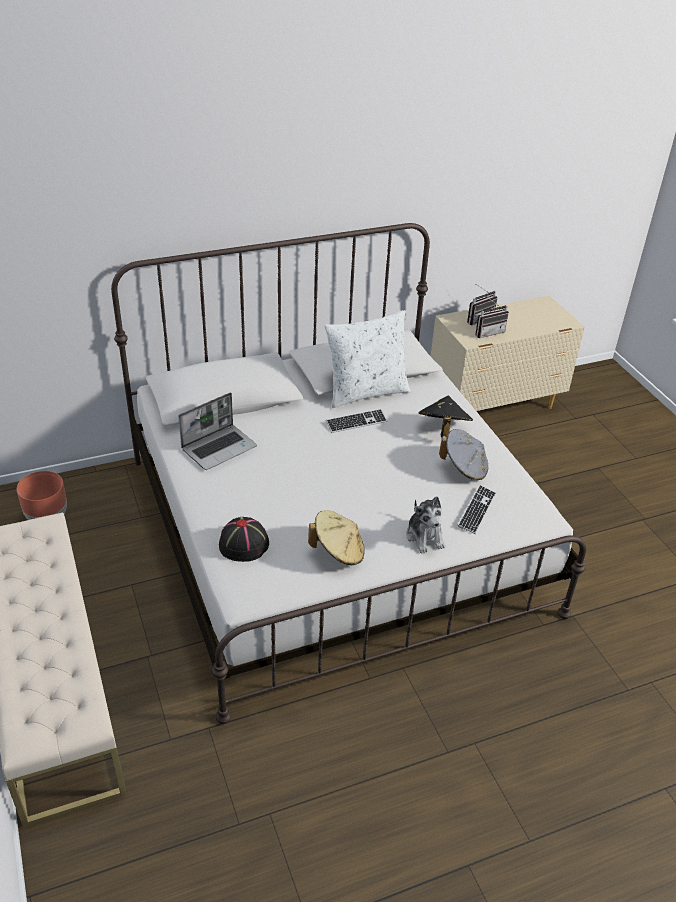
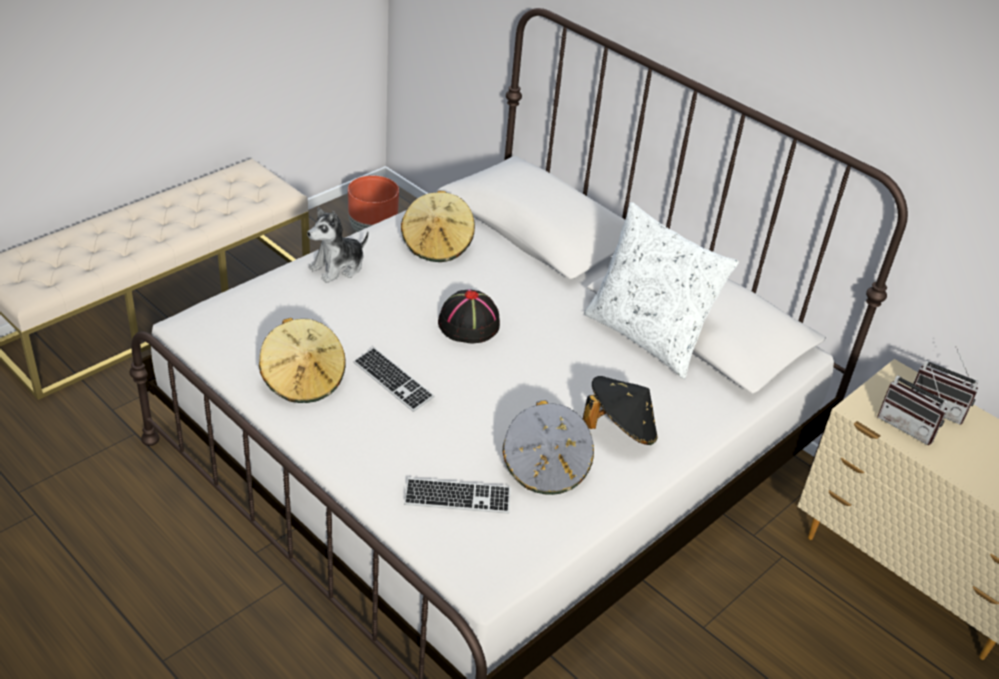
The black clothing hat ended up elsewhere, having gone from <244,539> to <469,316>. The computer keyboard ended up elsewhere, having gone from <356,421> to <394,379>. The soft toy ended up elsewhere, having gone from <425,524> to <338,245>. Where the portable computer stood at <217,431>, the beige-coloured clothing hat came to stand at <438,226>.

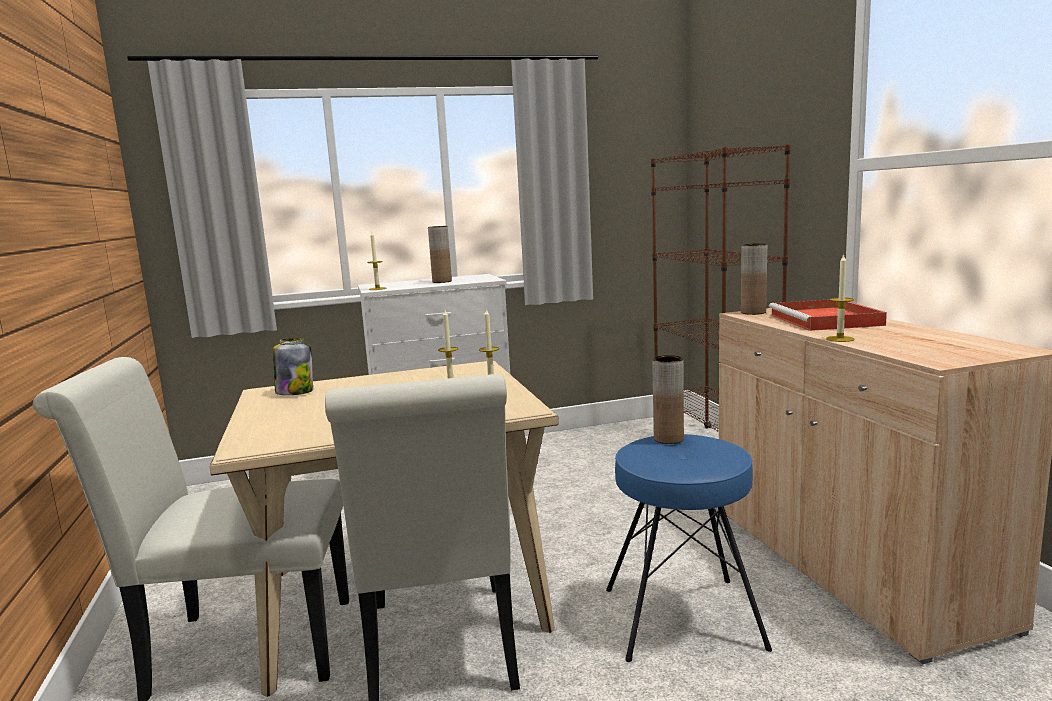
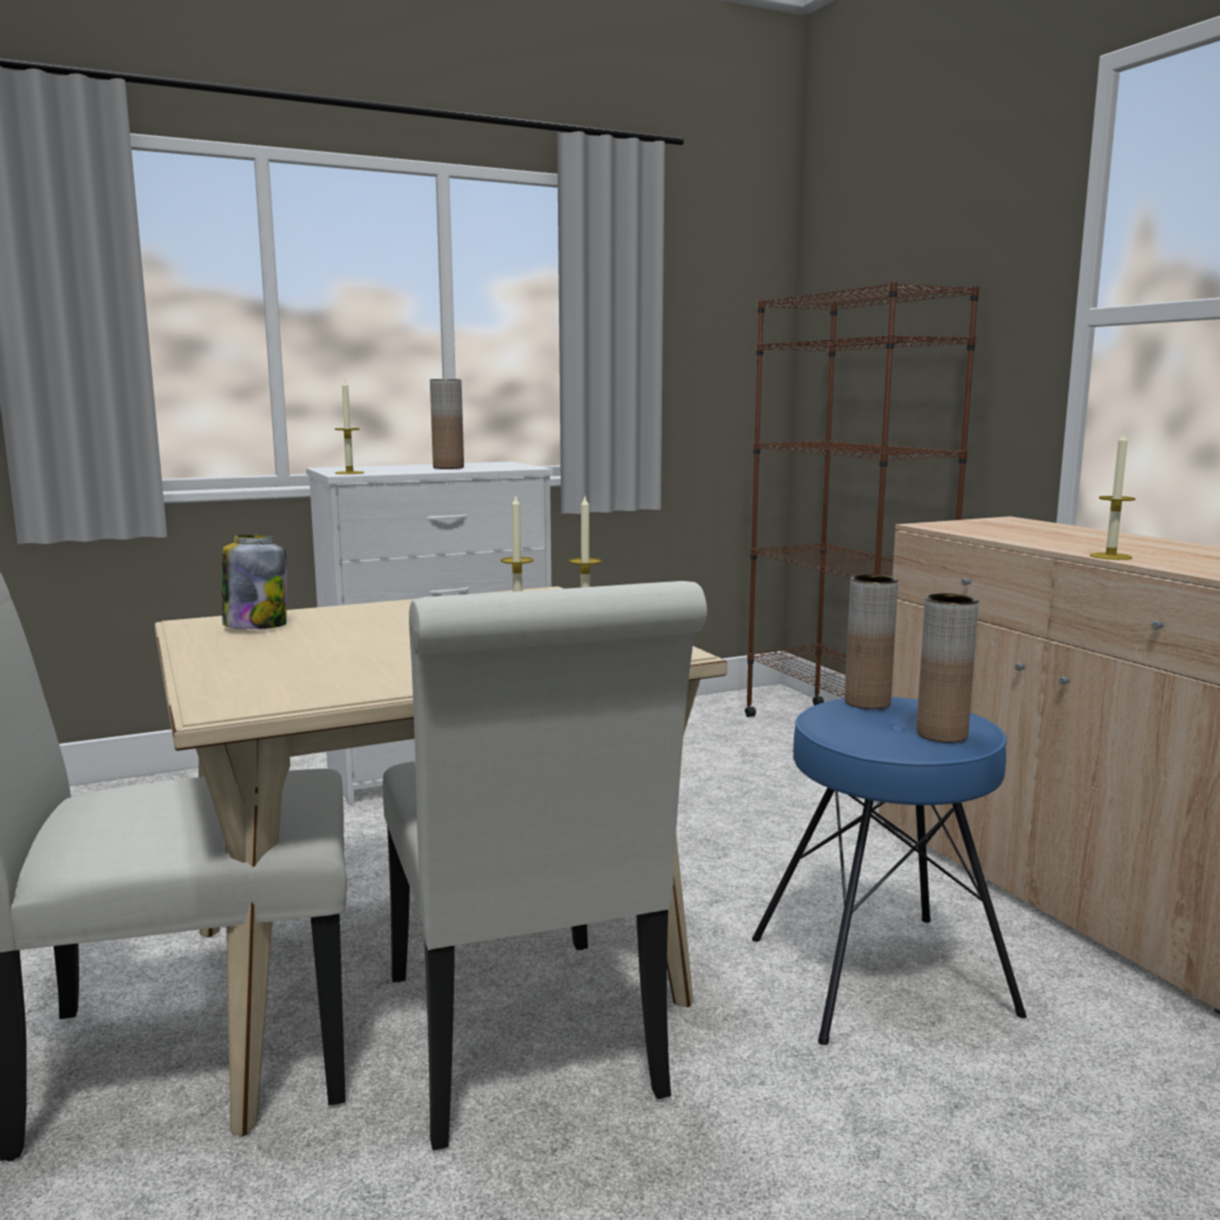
The second view lost the red-coloured carrying tray at <828,315>. The brown flower vase ended up elsewhere, having gone from <754,279> to <947,668>.

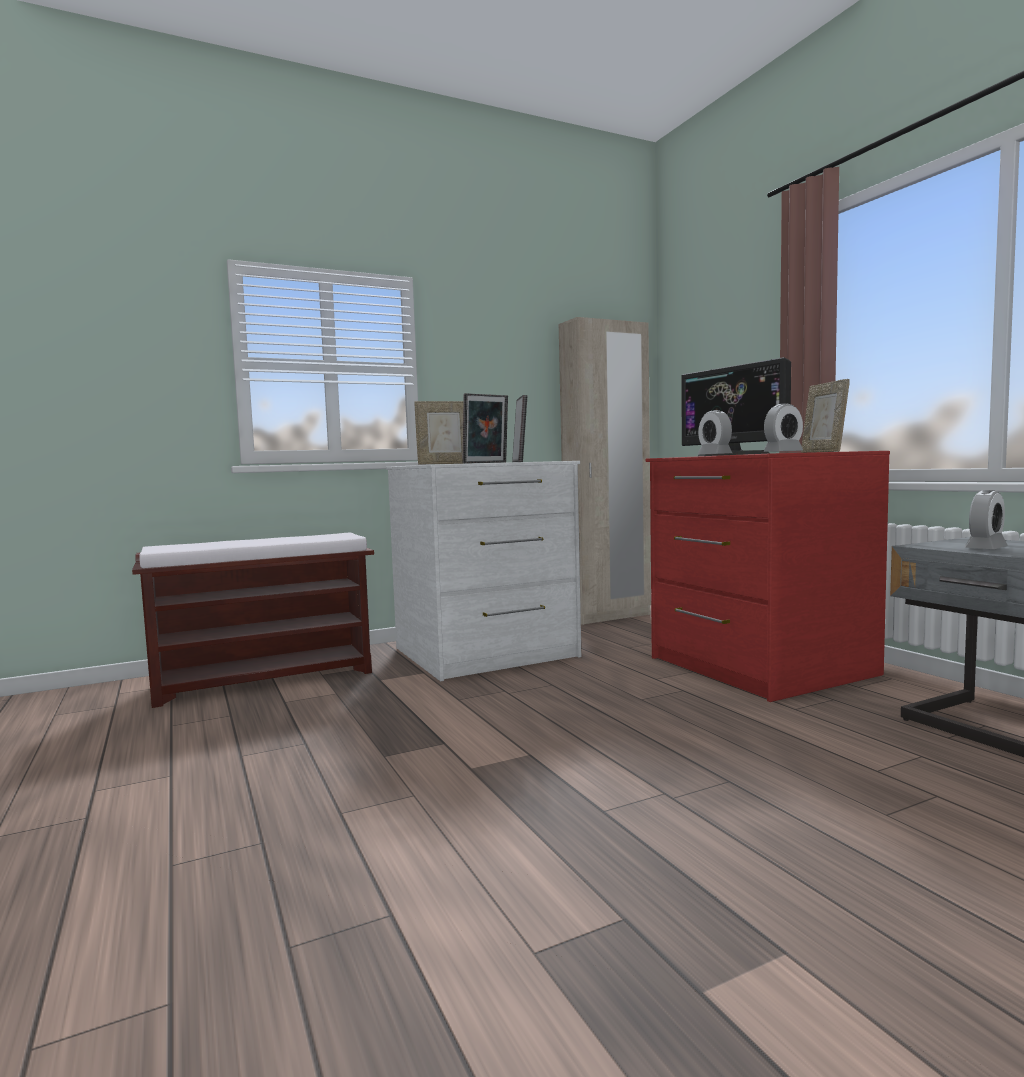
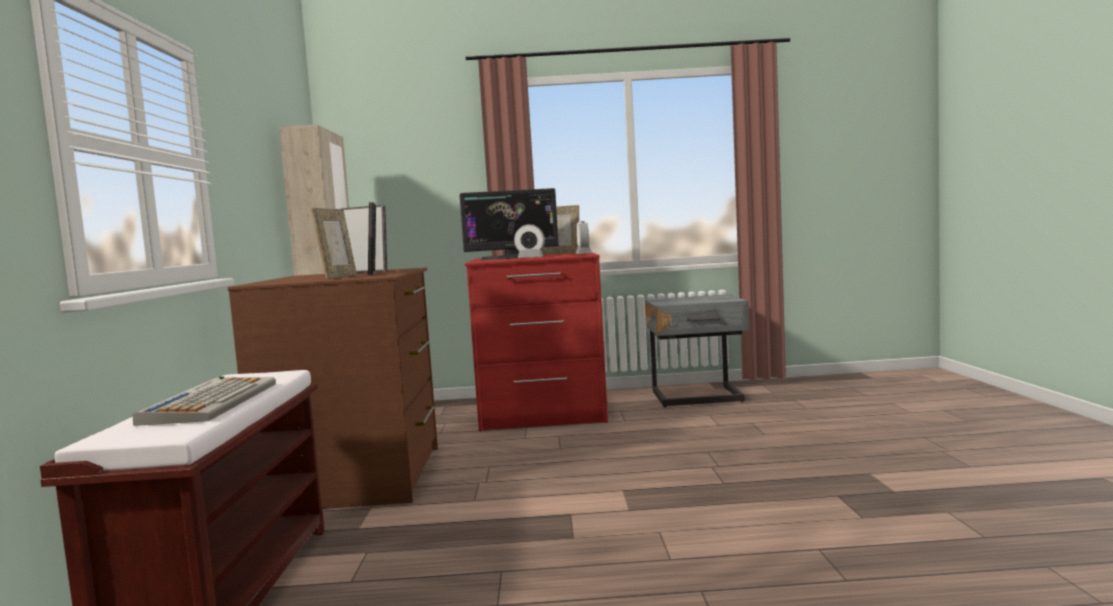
The second view lost the bedside clock at <986,519>. The second view gained the computer keyboard at <204,401>. What was the whitish drawer chest at <483,571> turned into the brown drawer chest at <333,388>.

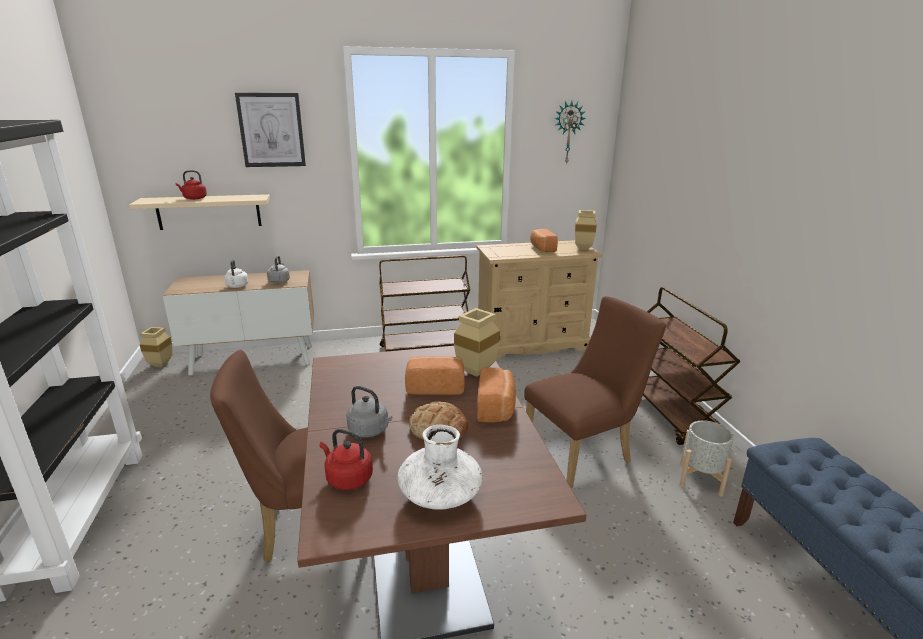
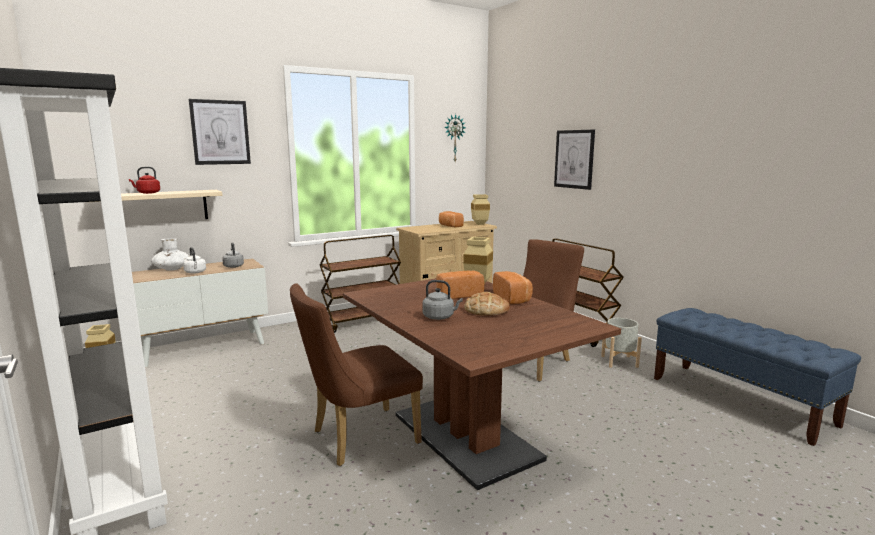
The second view lost the red-coloured kettle at <346,459>. The second view gained the wall picture at <574,160>. The whitish flower vase ended up elsewhere, having gone from <440,467> to <170,254>.

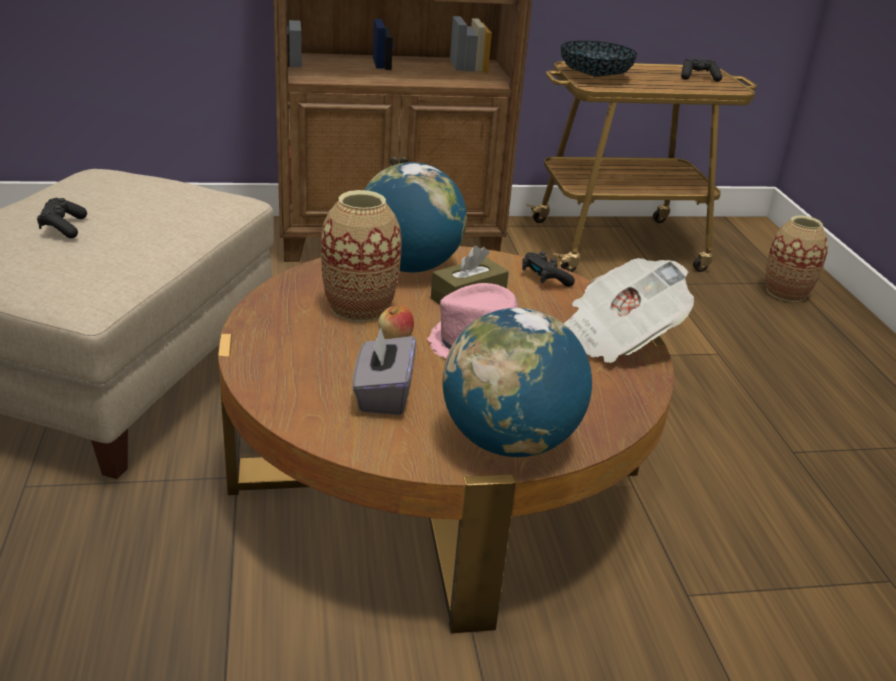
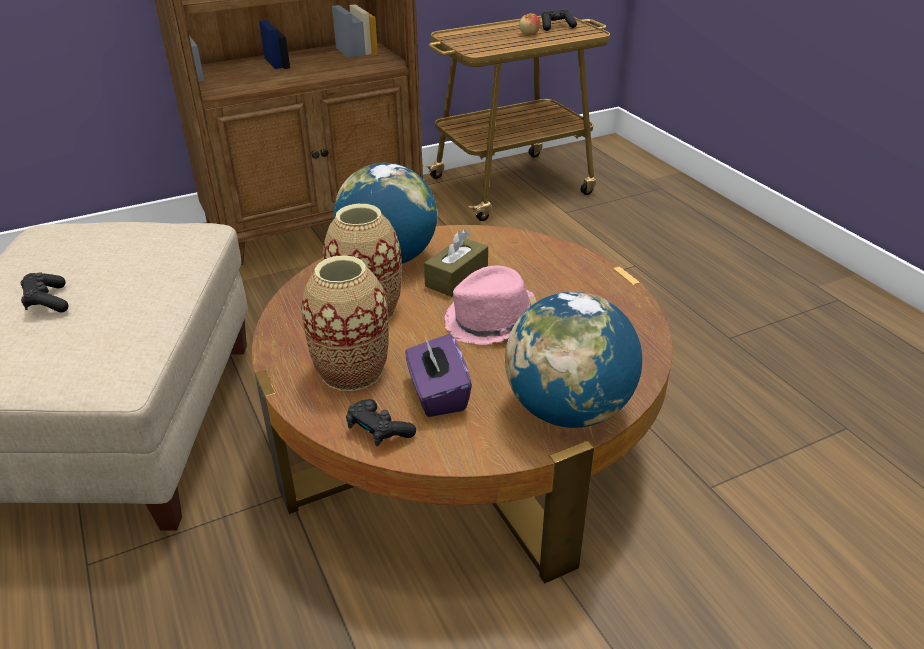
The second view lost the bowl at <599,59>. The second view lost the newspaper at <629,310>. The apple fruit ended up elsewhere, having gone from <396,322> to <529,24>. The black joypad ended up elsewhere, having gone from <548,269> to <381,422>. The flower vase ended up elsewhere, having gone from <796,258> to <345,323>. What was the gray box of tissues at <384,371> turned into the purplish box of tissues at <438,375>.

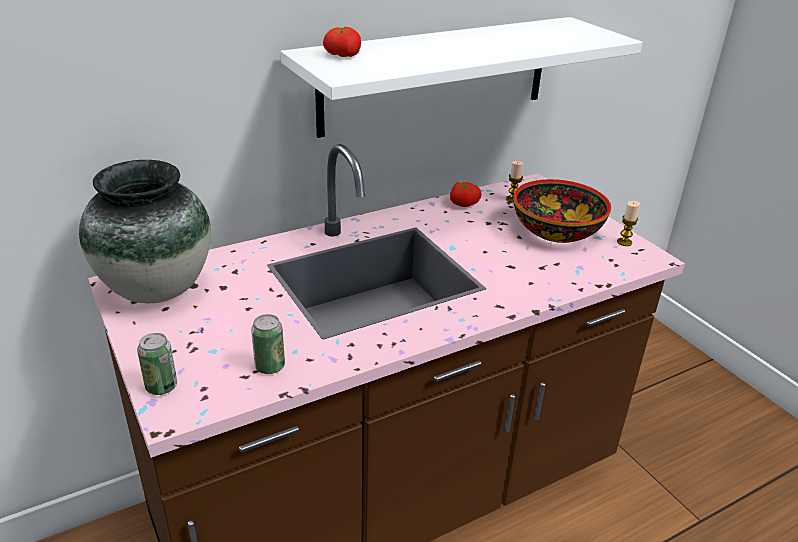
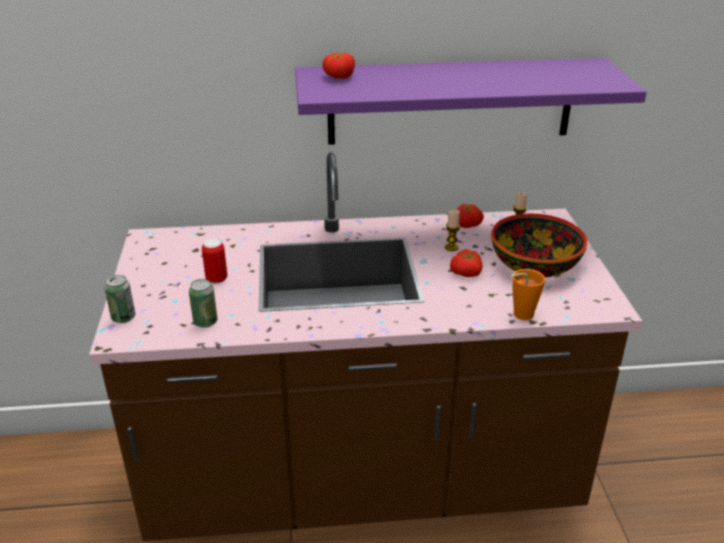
The second view lost the flower vase at <145,231>. The second view gained the can at <214,261>. The second view gained the whole tomato at <466,263>. The second view gained the orangey cup at <528,294>. The candle ended up elsewhere, having gone from <628,223> to <452,230>. What was the whitish bracket shelf at <461,77> turned into the purplish bracket shelf at <471,101>.

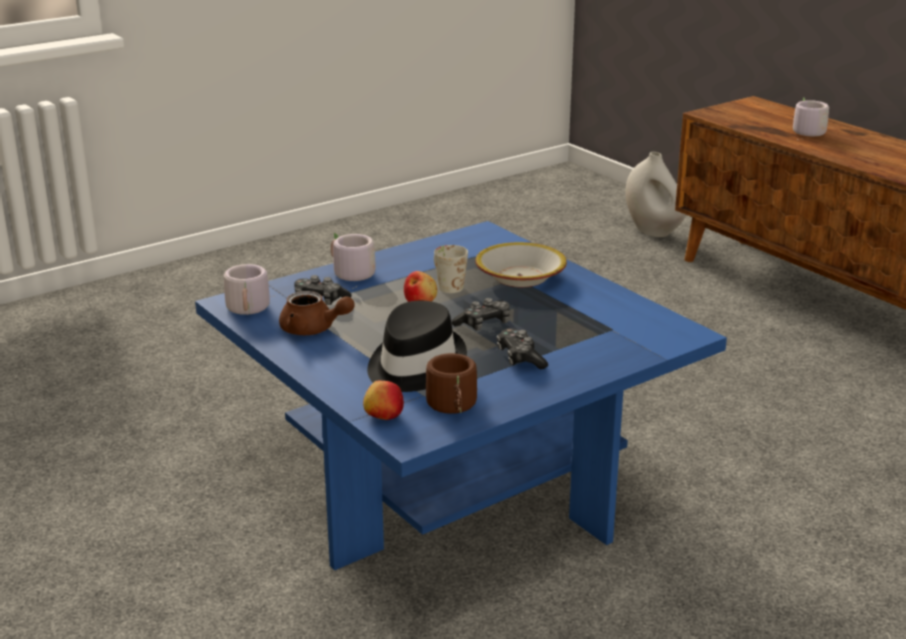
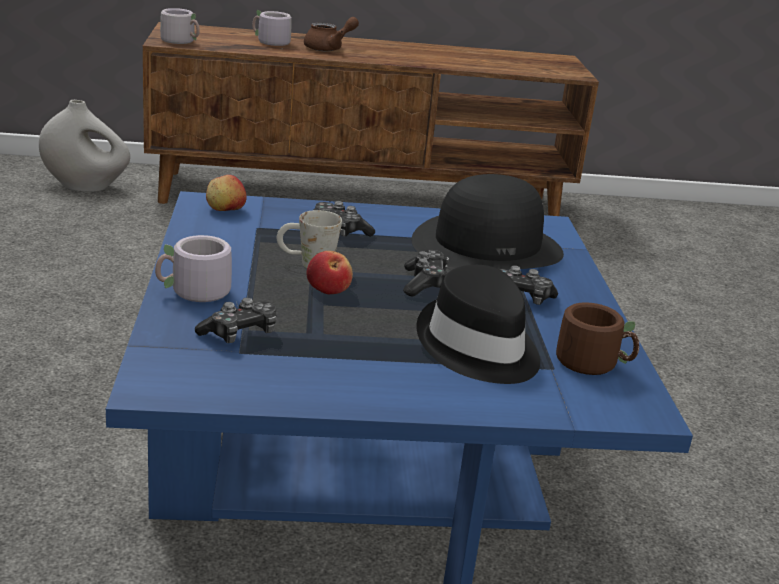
The second view gained the black clothing hat at <487,222>. The gray coffee mug ended up elsewhere, having gone from <250,289> to <180,26>. The brown teapot ended up elsewhere, having gone from <317,313> to <331,34>. The apple fruit ended up elsewhere, having gone from <383,400> to <226,193>. Where the bowl stood at <521,264>, the joypad came to stand at <344,219>.

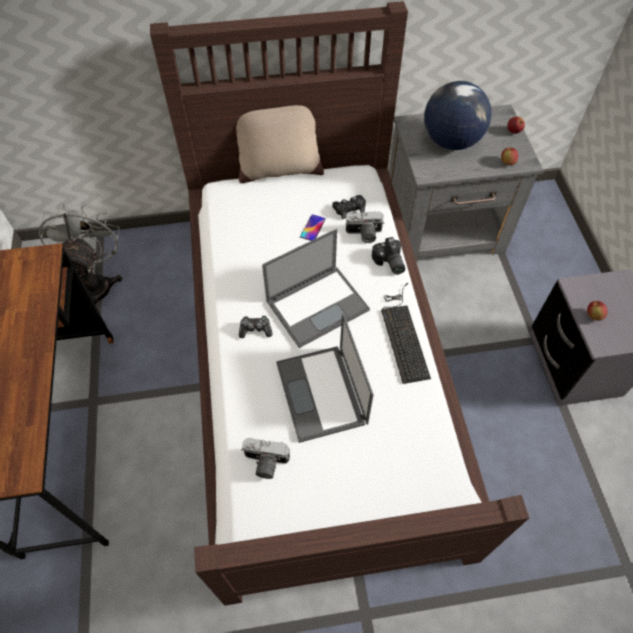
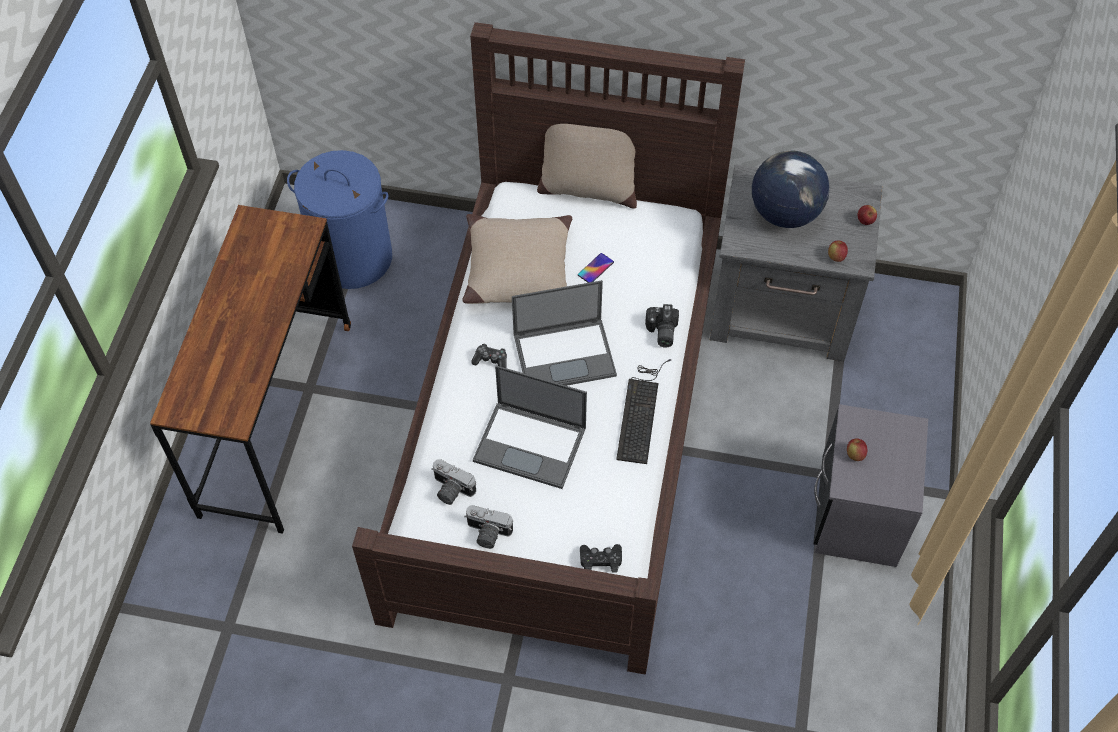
The second view gained the beige-coloured pillow at <517,259>. The black joypad ended up elsewhere, having gone from <349,207> to <601,558>. The photo camera ended up elsewhere, having gone from <364,227> to <488,527>. Where the gray cooling fan stood at <80,254>, the blue-coloured laundry basket came to stand at <339,219>. The portable computer at <325,378> ended up facing another way, 75 degrees counterclockwise from before.

